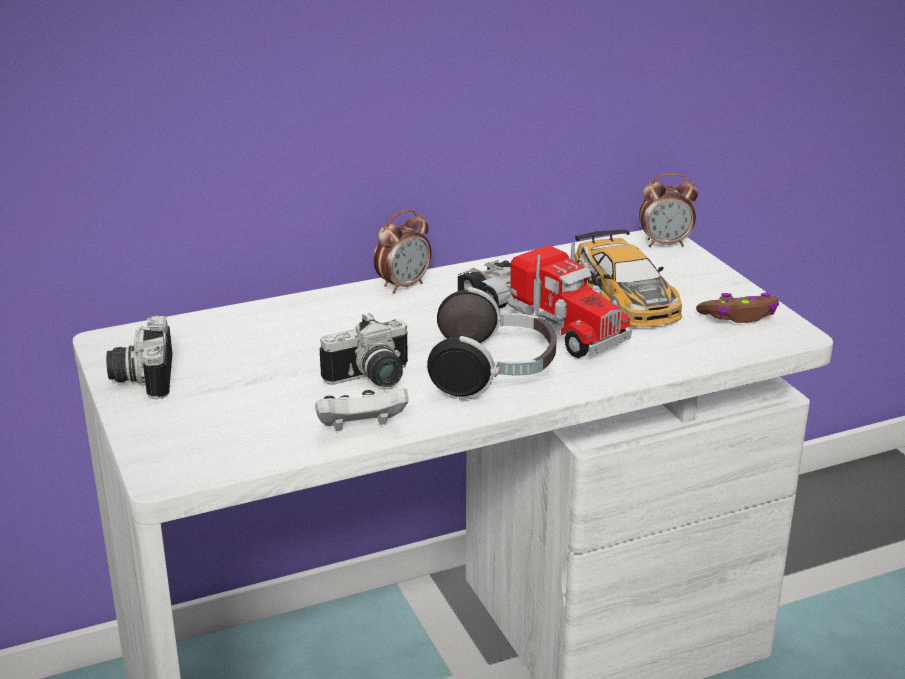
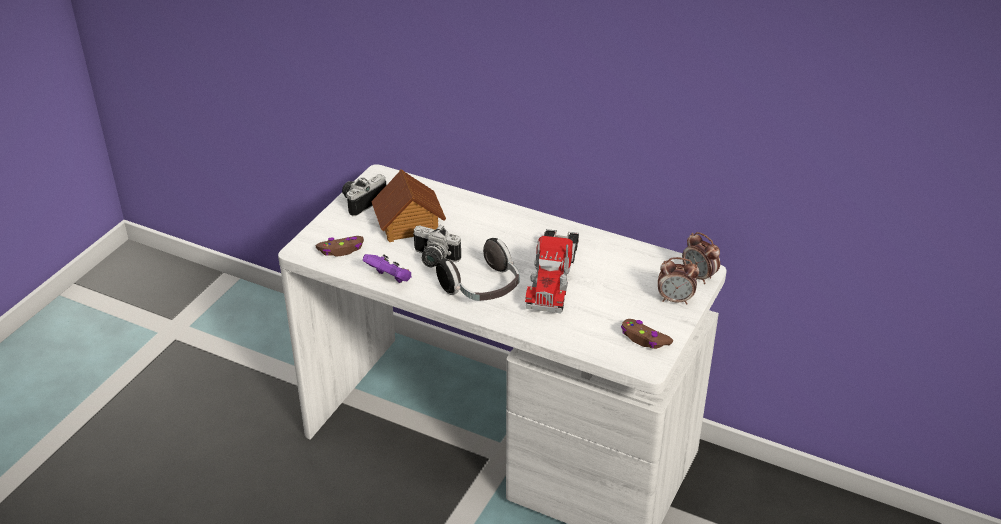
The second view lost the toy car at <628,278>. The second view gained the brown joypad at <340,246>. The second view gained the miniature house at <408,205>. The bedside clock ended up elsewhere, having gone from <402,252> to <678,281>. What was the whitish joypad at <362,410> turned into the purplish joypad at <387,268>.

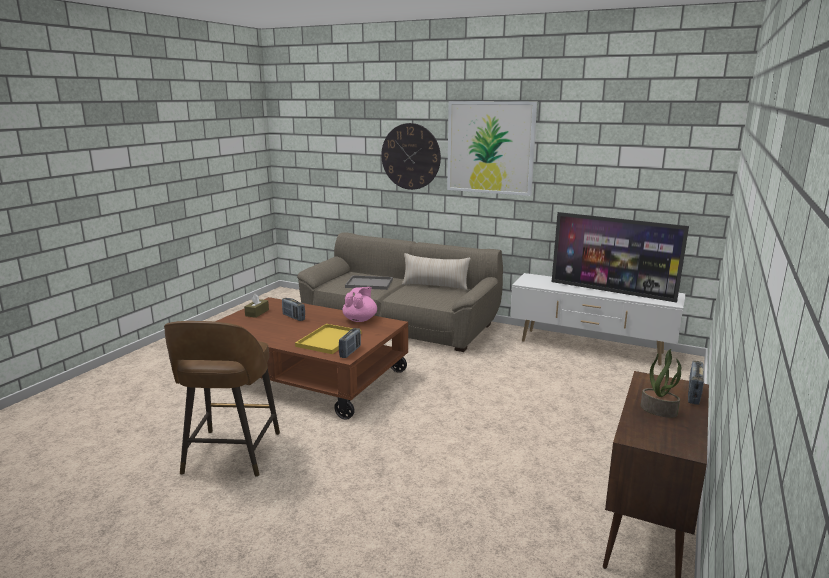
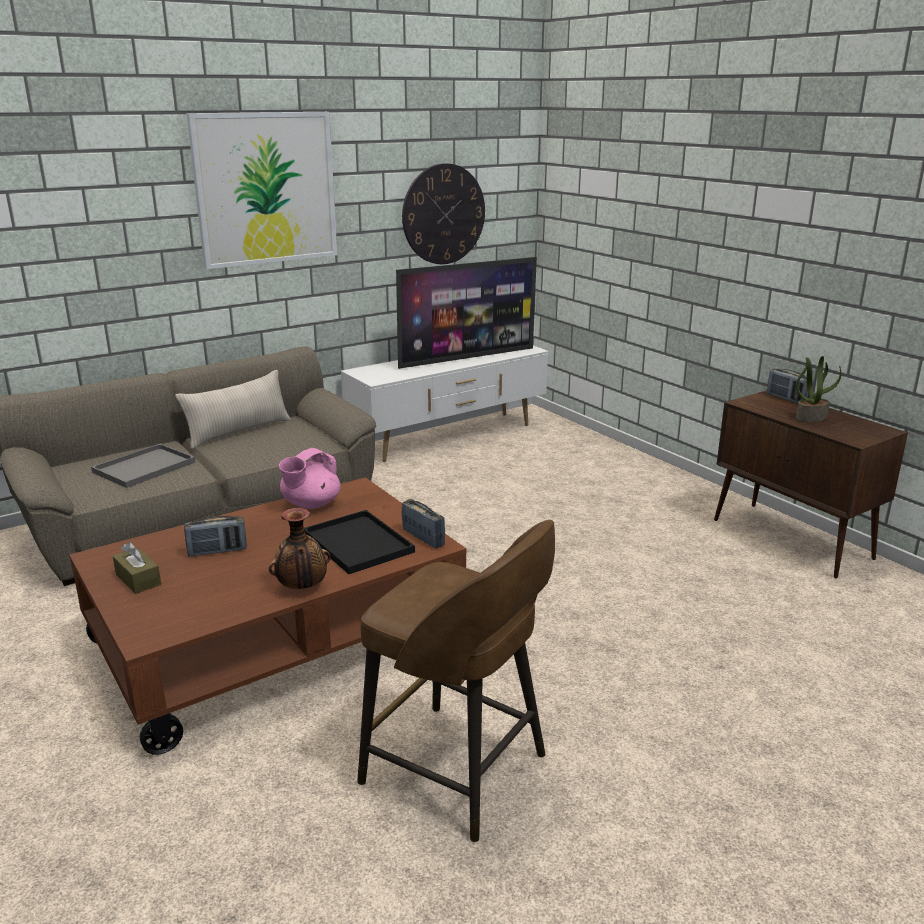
The second view gained the flower vase at <299,548>. The hanging clock ended up elsewhere, having gone from <411,156> to <443,213>. What was the yellow-coloured carrying tray at <328,339> turned into the black carrying tray at <359,542>. The pink-coloured teapot at <360,304> ended up facing another way, 105 degrees counterclockwise from before.

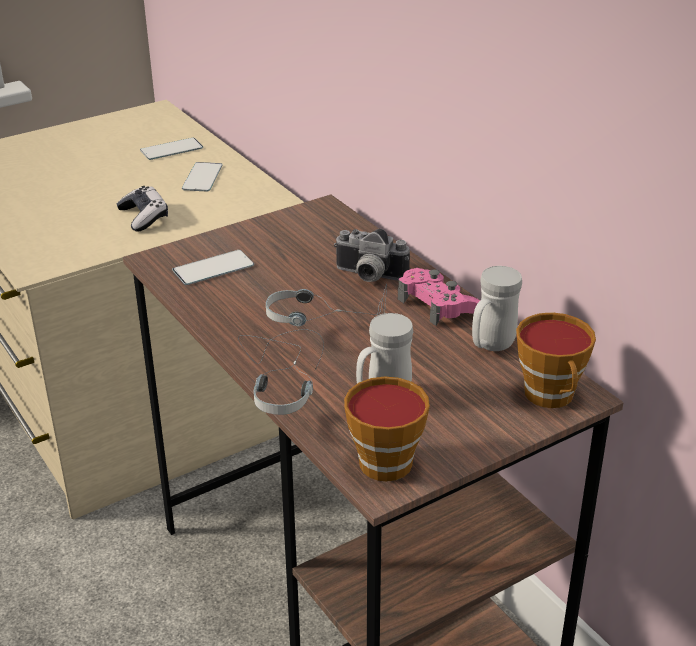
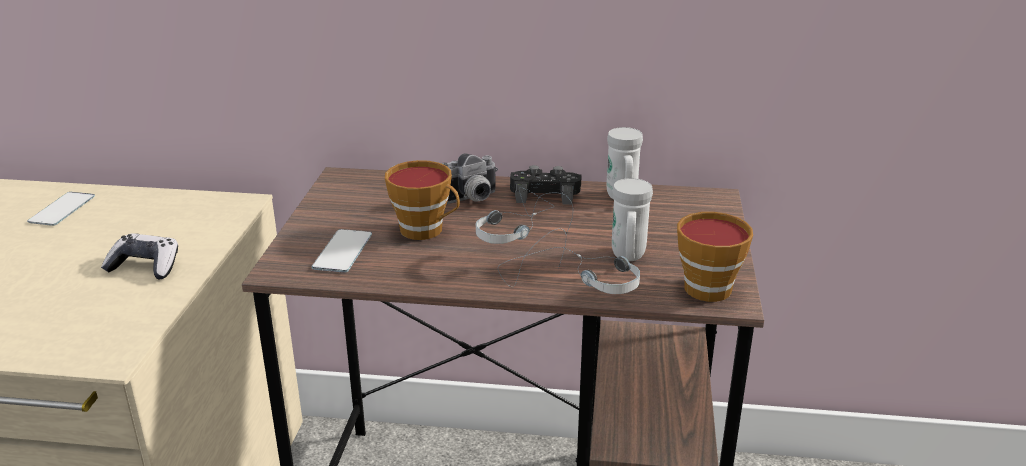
The second view lost the phone at <202,177>. The cup ended up elsewhere, having gone from <556,360> to <422,200>. What was the pink-coloured joypad at <439,297> turned into the black joypad at <546,185>.

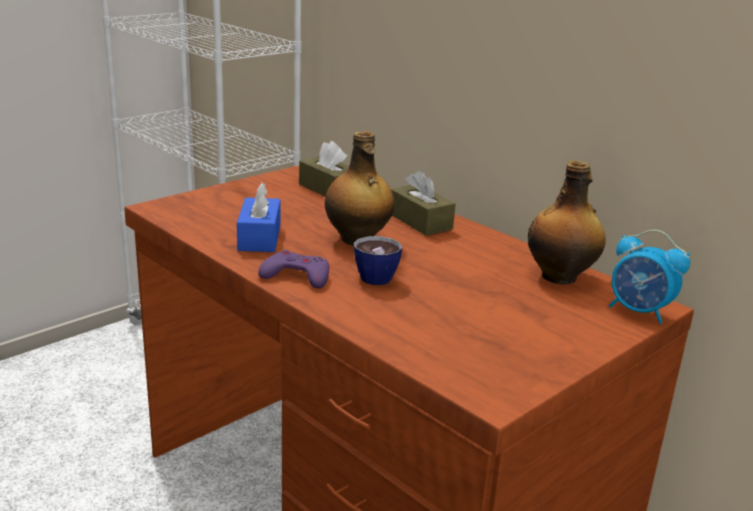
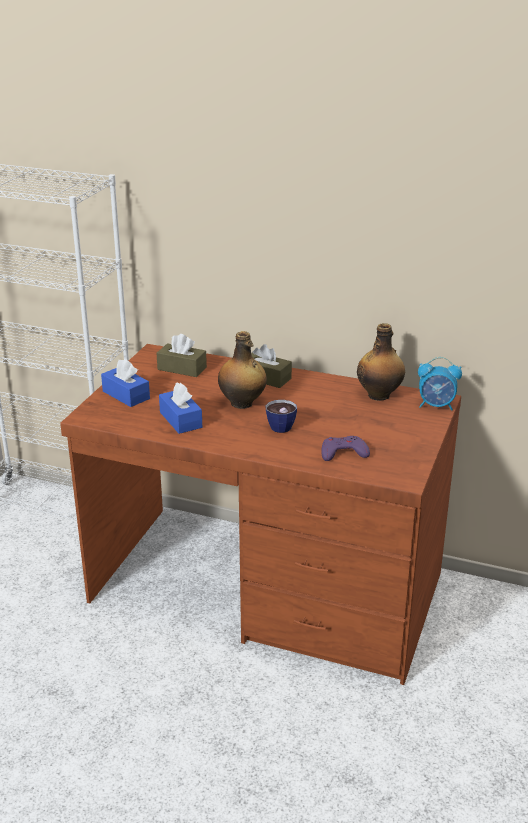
The second view gained the blue-coloured box of tissues at <125,383>. The purplish joypad ended up elsewhere, having gone from <293,269> to <345,448>.

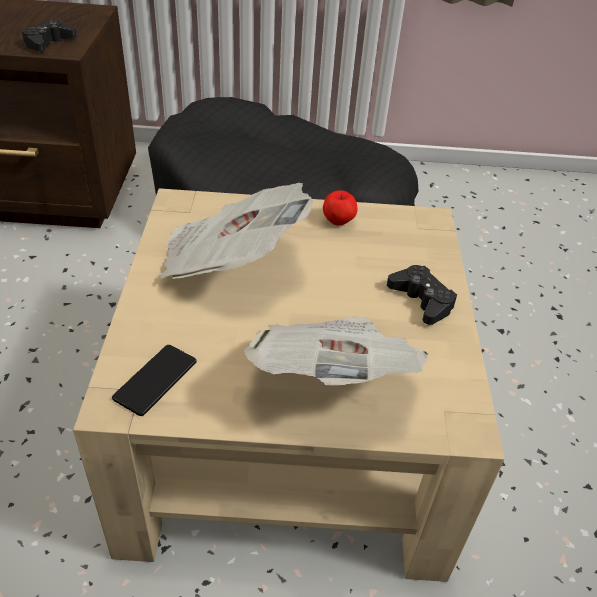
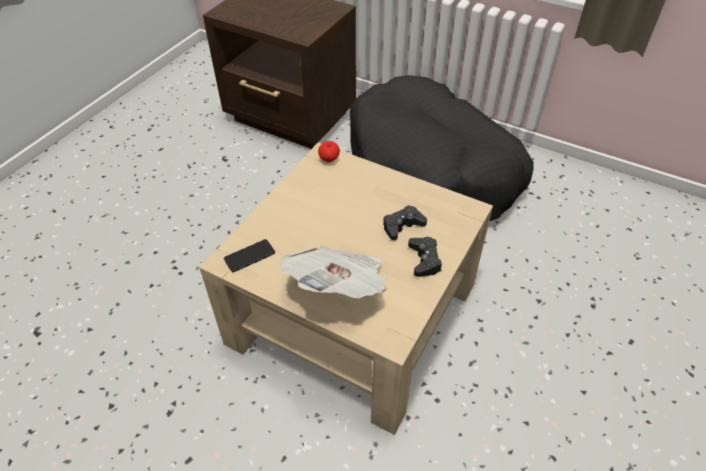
The second view lost the newspaper at <236,231>. The black joypad ended up elsewhere, having gone from <49,35> to <405,222>. The apple fruit ended up elsewhere, having gone from <340,207> to <329,151>.

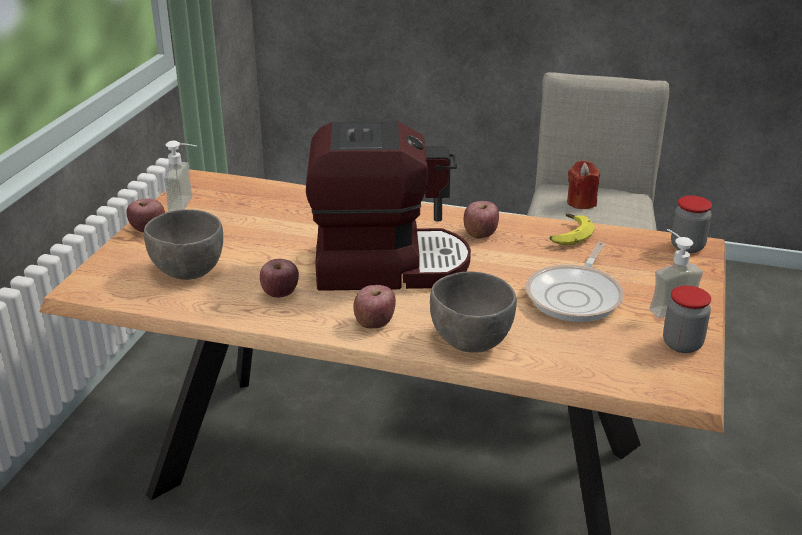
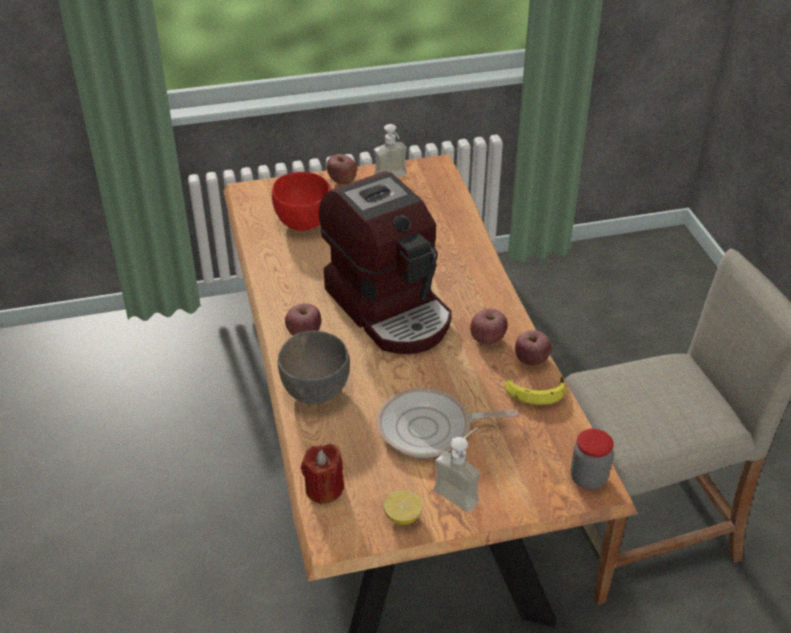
The apple fruit ended up elsewhere, having gone from <279,278> to <533,348>. The red-coloured candle ended up elsewhere, having gone from <583,184> to <323,474>. Where the jar stood at <687,319>, the whole lemon came to stand at <403,507>. What was the gray bowl at <183,244> turned into the red-coloured bowl at <301,201>.

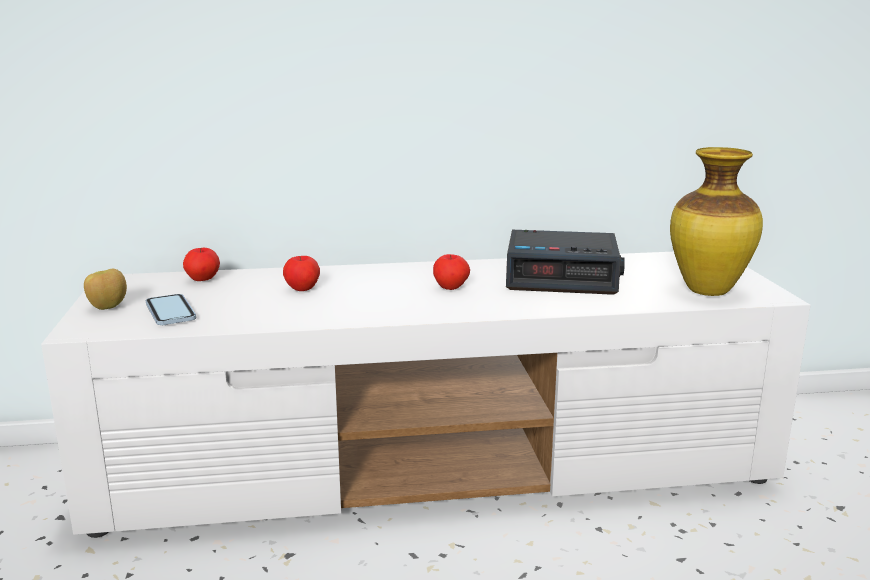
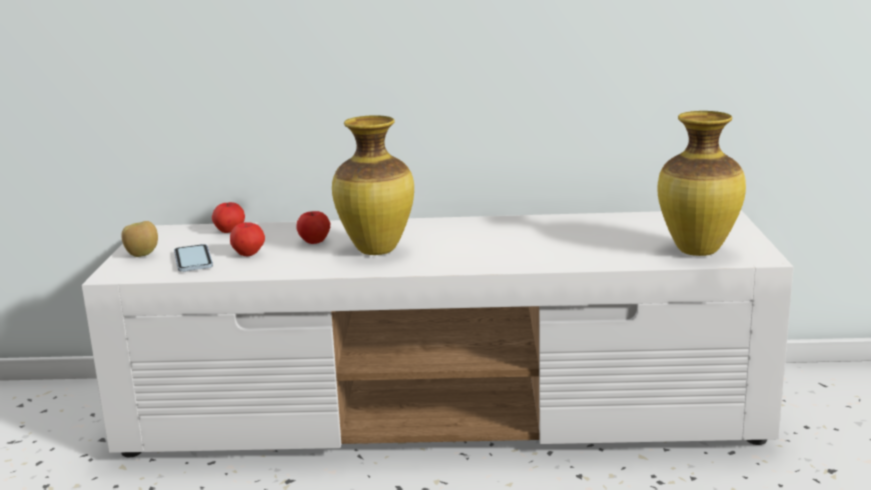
The second view lost the bedside clock at <565,262>. The second view gained the flower vase at <373,185>. The apple fruit ended up elsewhere, having gone from <451,272> to <247,239>.

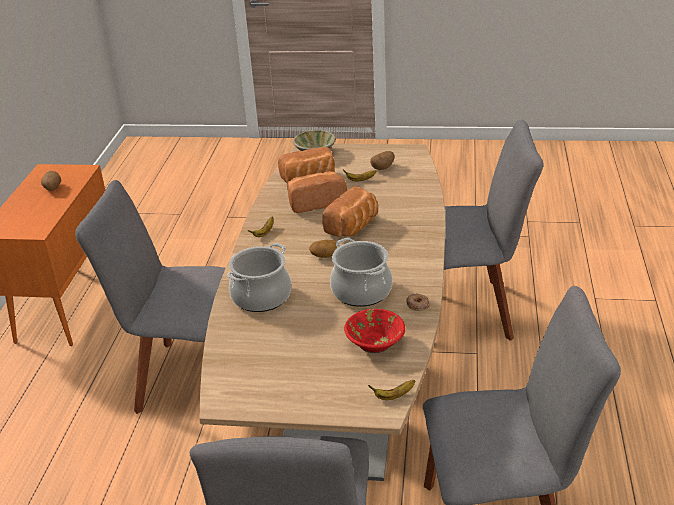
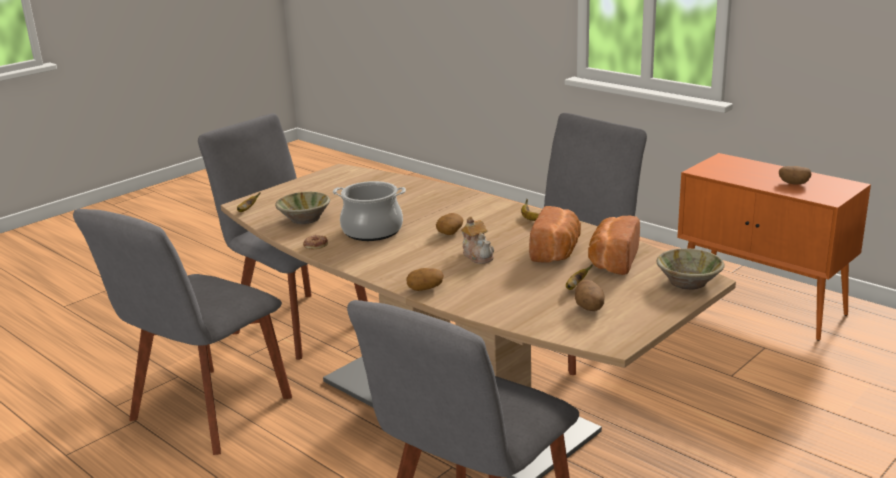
The second view lost the cooking pot at <259,277>. The second view gained the spud at <425,279>. Where the baked bread stood at <350,211>, the teapot came to stand at <477,240>. What was the red-coloured bowl at <374,331> turned into the beige-coloured bowl at <302,208>.

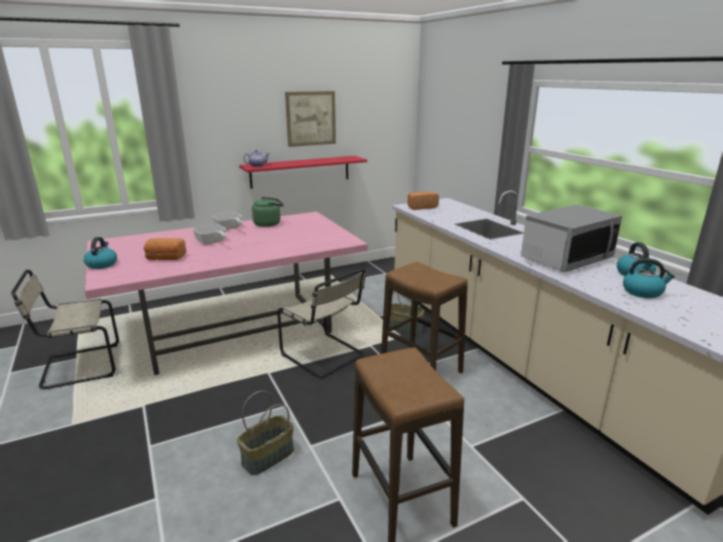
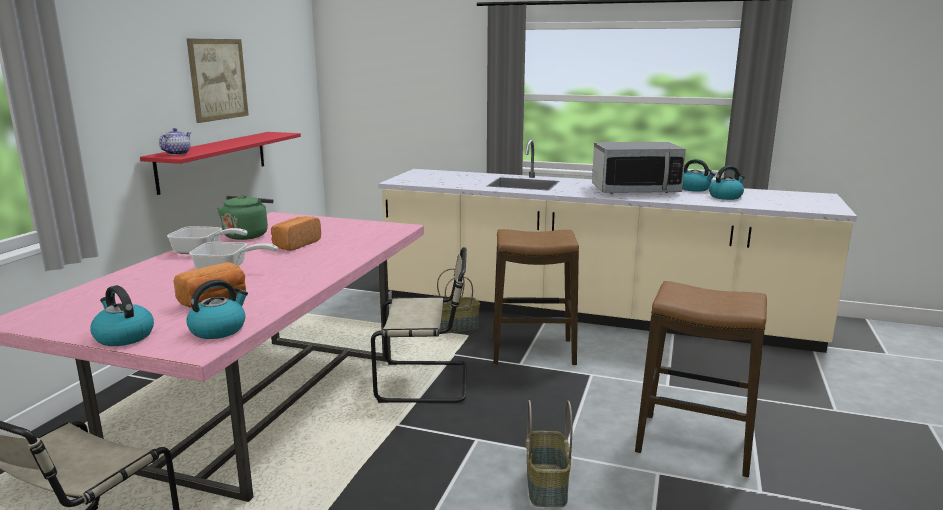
The second view gained the kettle at <217,309>. The baked bread ended up elsewhere, having gone from <423,200> to <296,233>. The microwave oven at <571,238> ended up facing another way, 75 degrees clockwise from before.

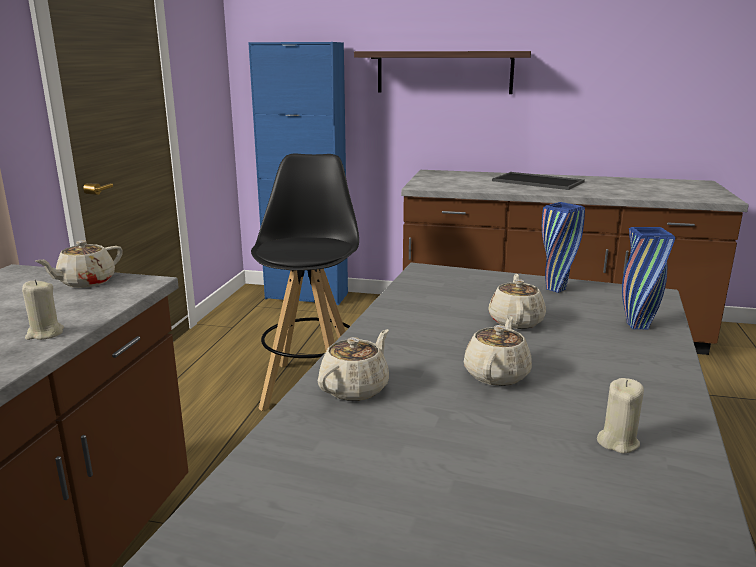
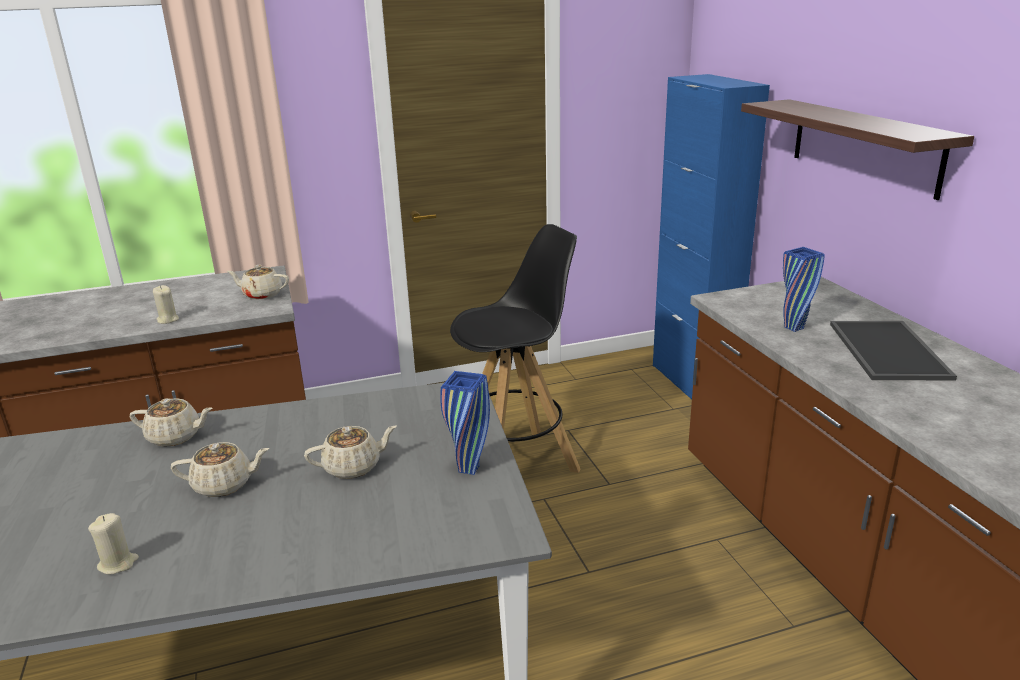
The blue-coloured flower vase ended up elsewhere, having gone from <649,278> to <804,289>.

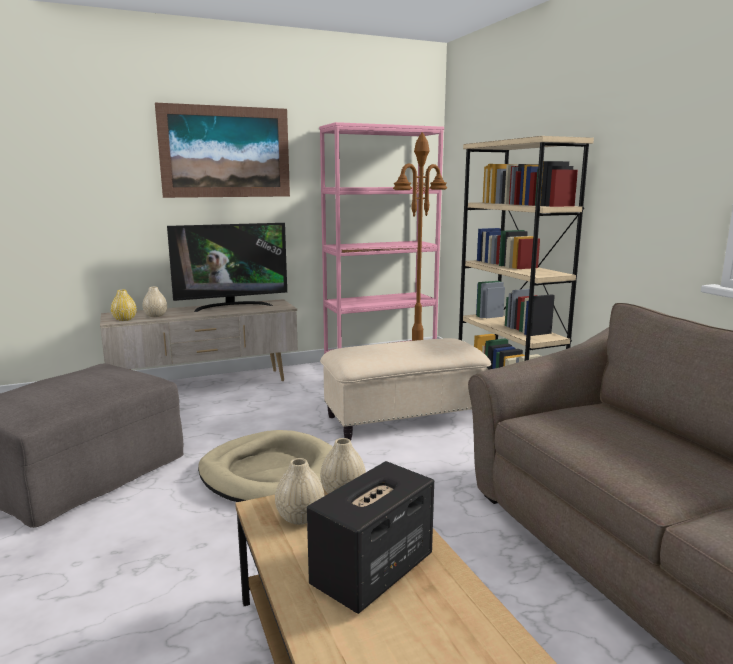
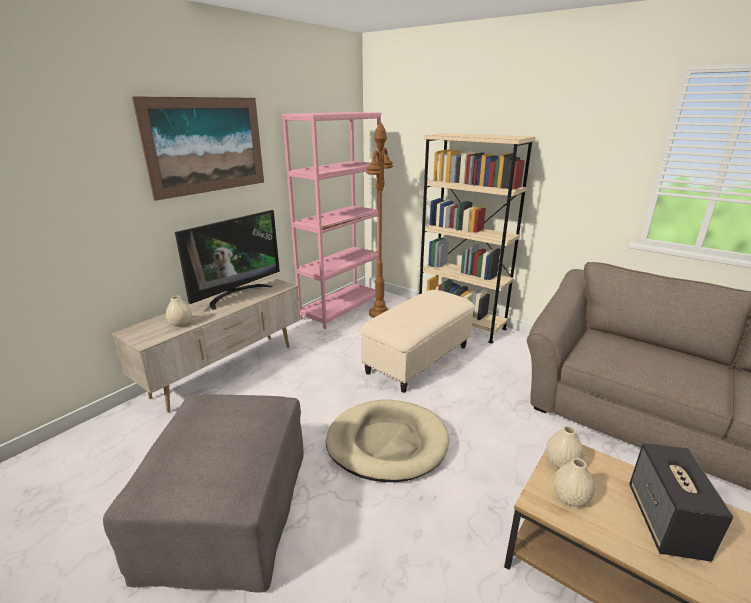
The second view lost the yellow-coloured flower vase at <124,305>.

